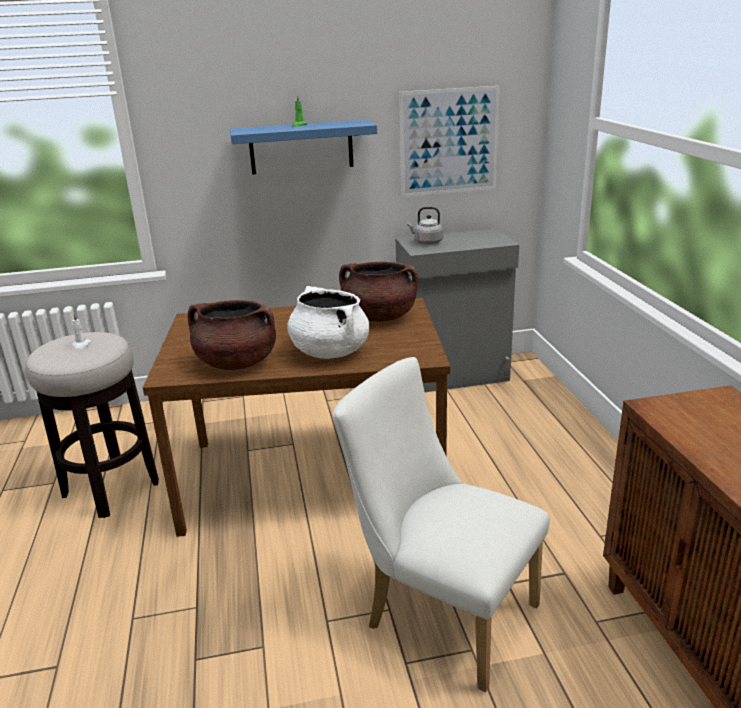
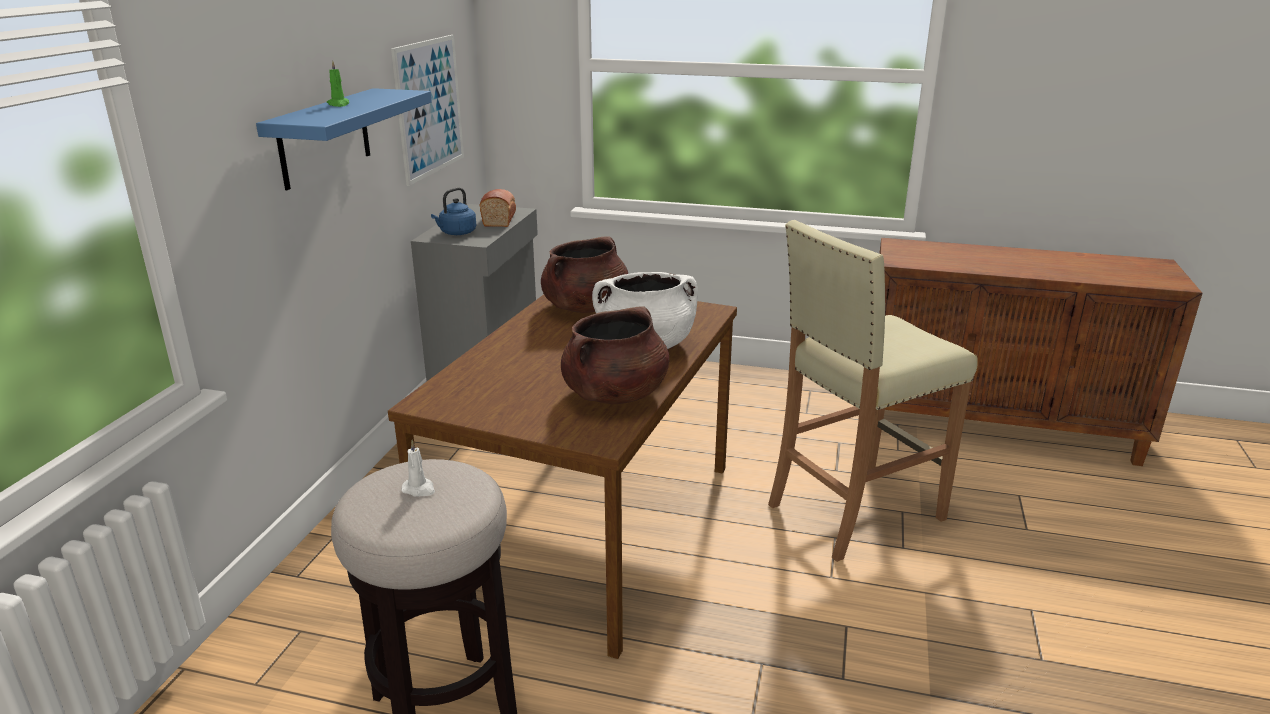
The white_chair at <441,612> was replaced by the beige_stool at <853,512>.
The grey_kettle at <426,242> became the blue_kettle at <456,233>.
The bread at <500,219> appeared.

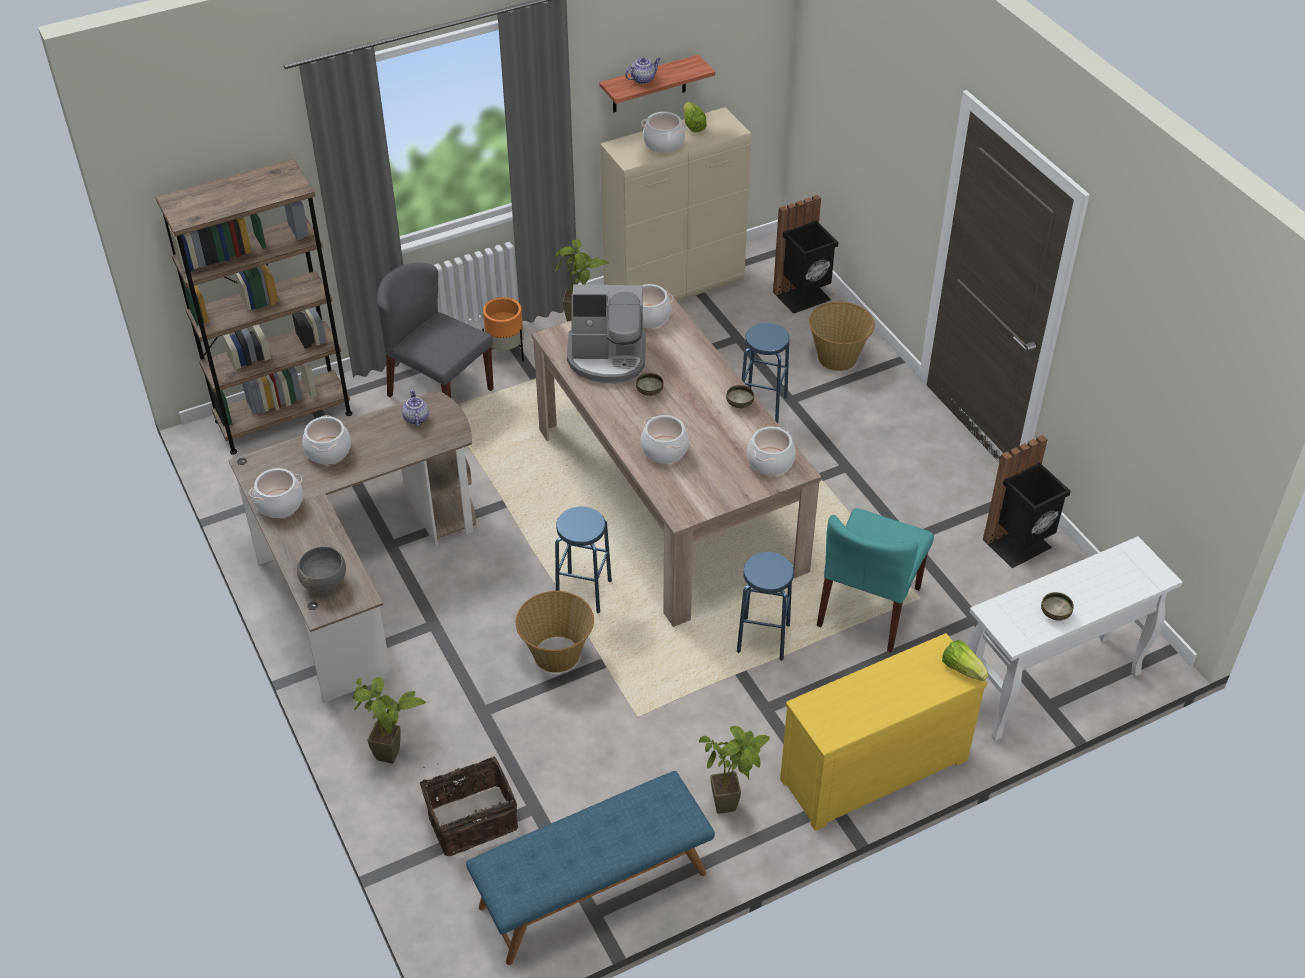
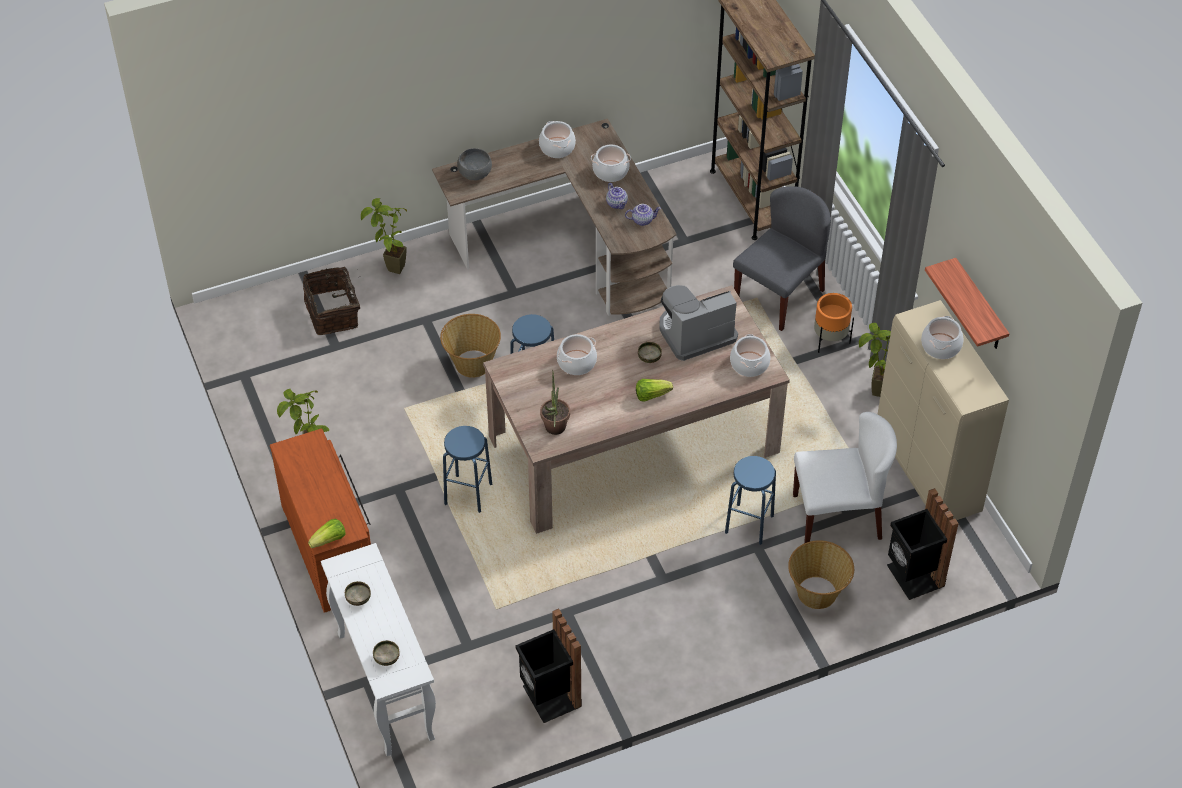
The blue_bench at <593,891> disappeared.
The coffee_machine at <607,358> turned 60 degrees clockwise.
The teapot moved from <643,79> to <617,204>.
The lettuce moved from <693,125> to <651,395>.
The bowl moved from <739,404> to <386,658>.
The cooking_pot at <770,462> was replaced by the potted_plant at <554,430>.
The yellow_dresser at <871,766> became the brown_dresser at <331,548>.
The turquoise_chair at <869,607> disappeared.
The white_chair at <837,516> appeared.

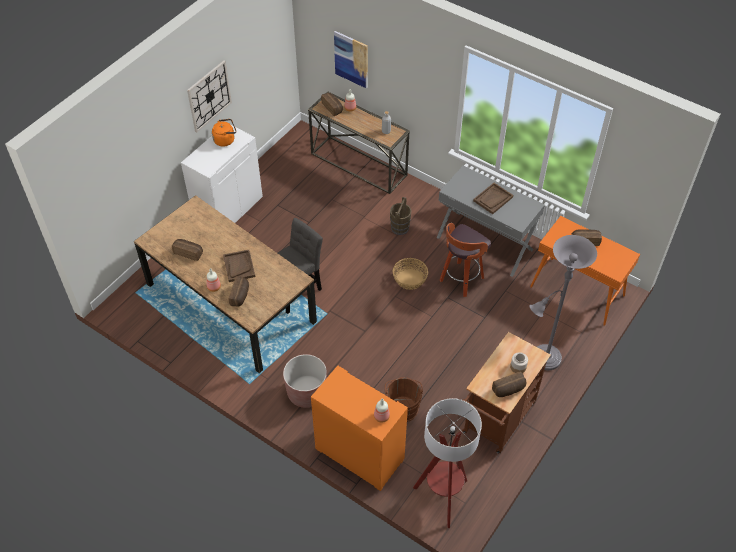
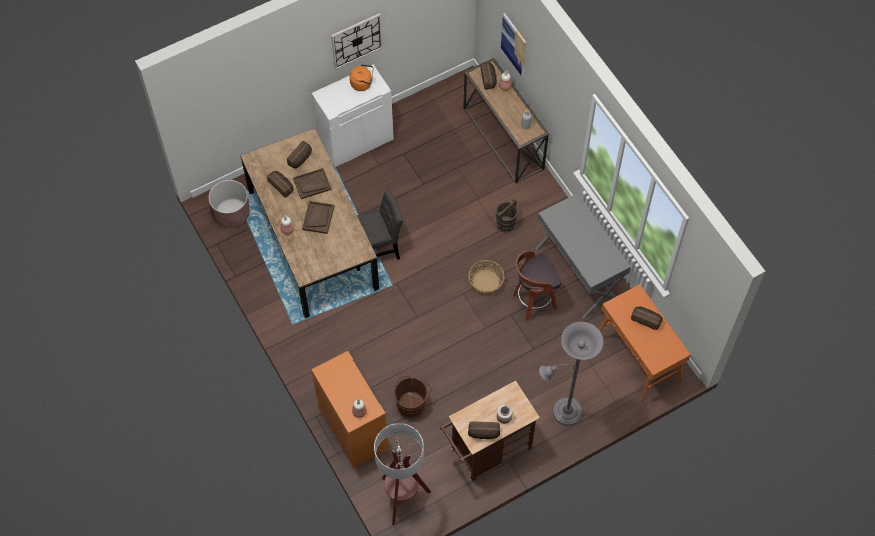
The bread moved from <240,296> to <301,159>.
The brown_planter moved from <306,393> to <232,214>.
The brown_tray moved from <493,199> to <312,184>.

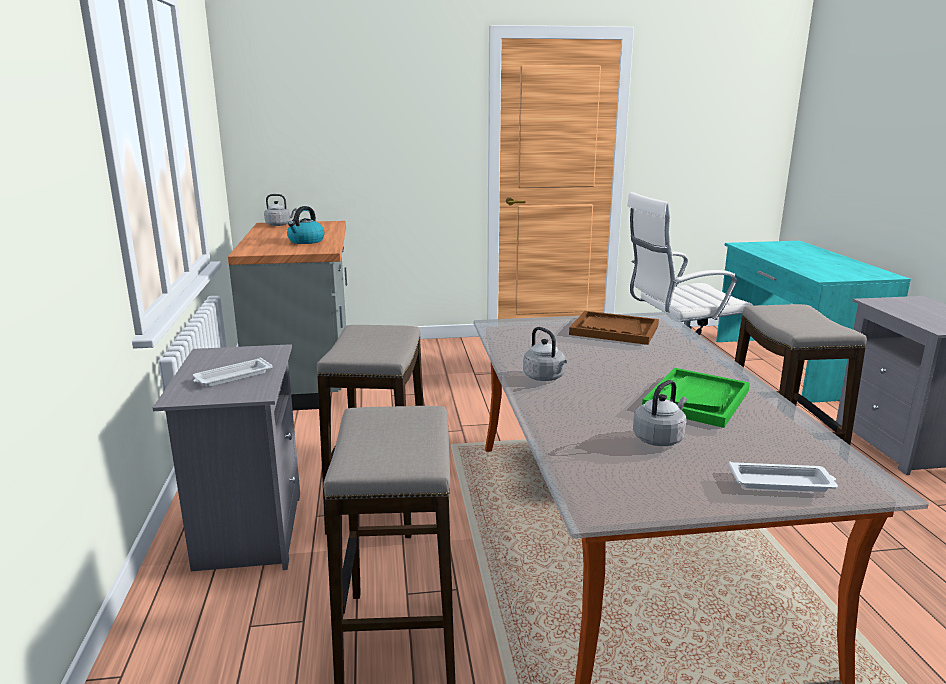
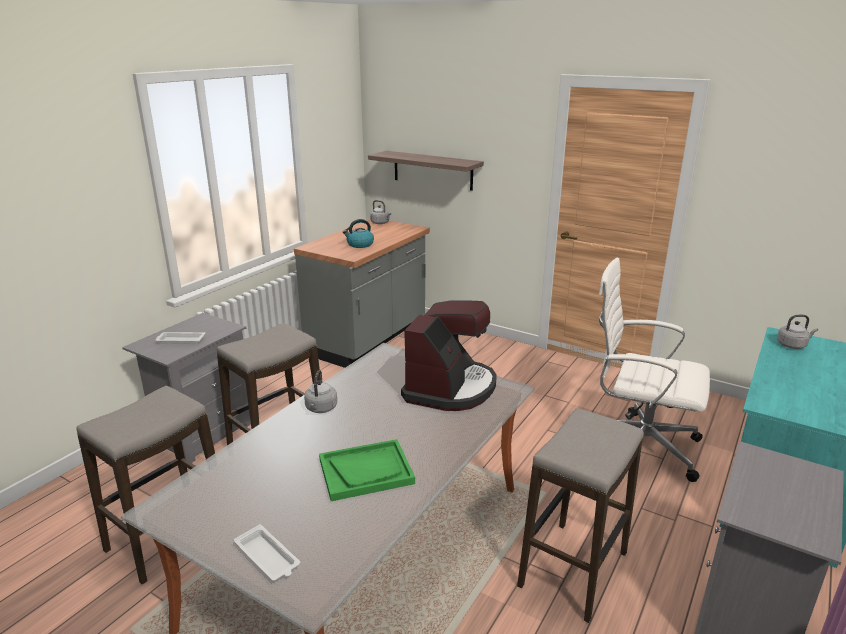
The brown_tray at <614,330> was replaced by the coffee_machine at <450,388>.
The grey_kettle moved from <659,438> to <792,345>.
The shelf at <432,170> appeared.

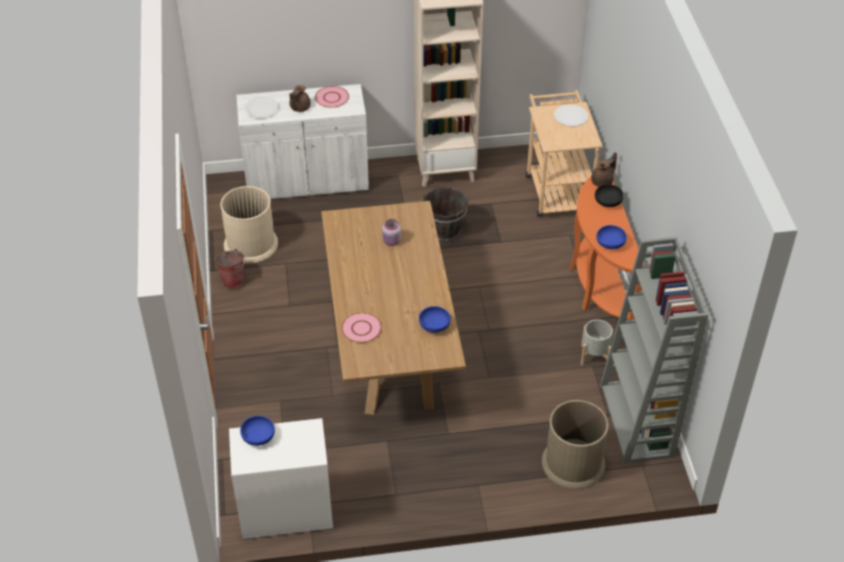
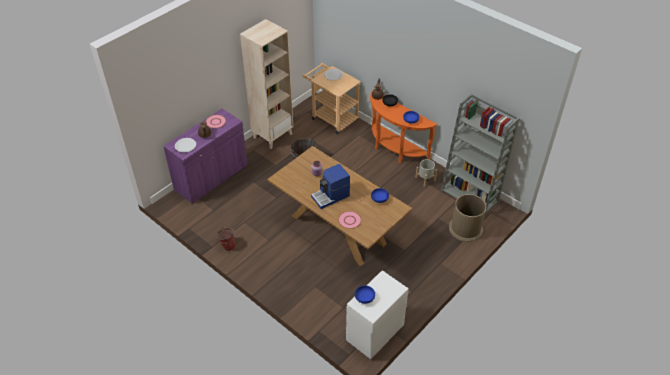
The beige_trash_can at <250,244> disappeared.
The white_cabinet at <307,181> became the purple_cabinet at <211,177>.
The coffee_machine at <331,196> appeared.

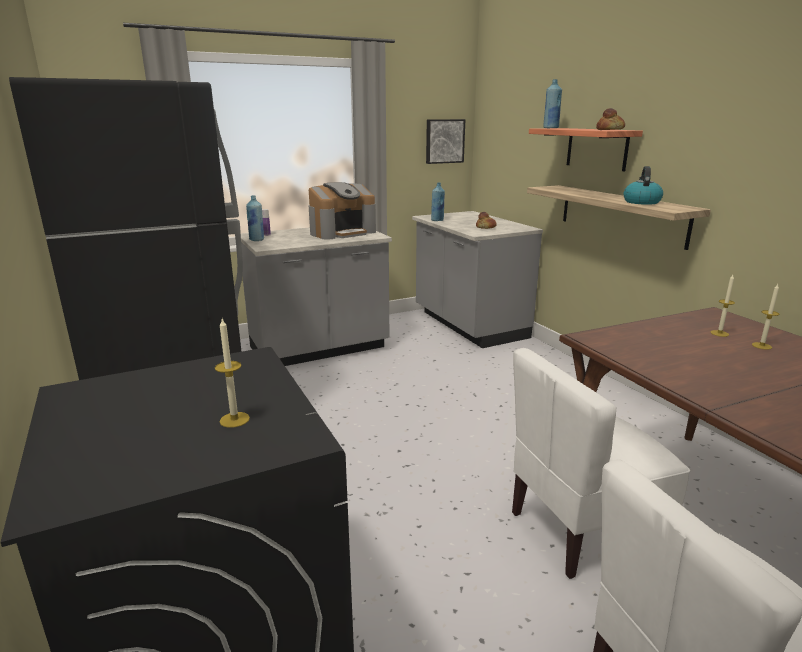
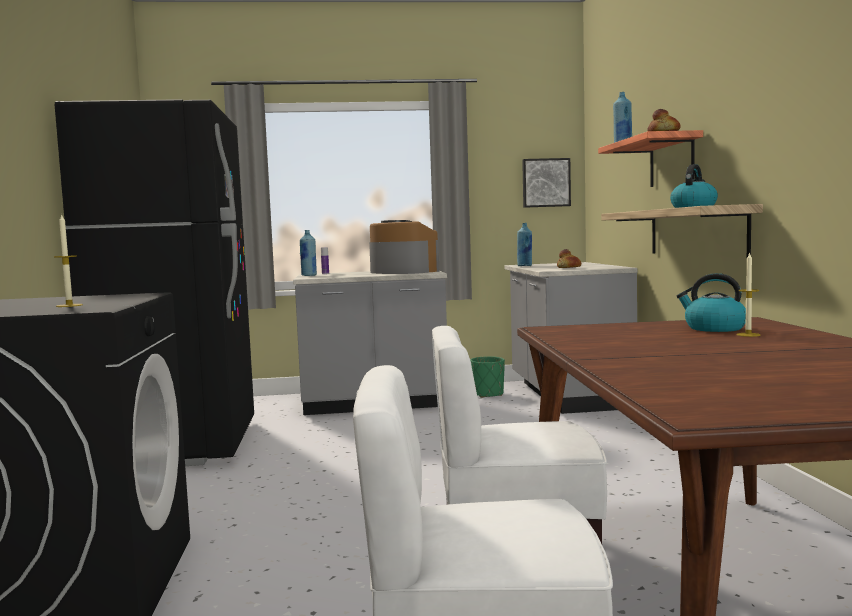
The coffee_machine at <342,232> turned 120 degrees counterclockwise.
The candle at <719,333> was replaced by the kettle at <714,328>.
The green_planter at <488,394> appeared.

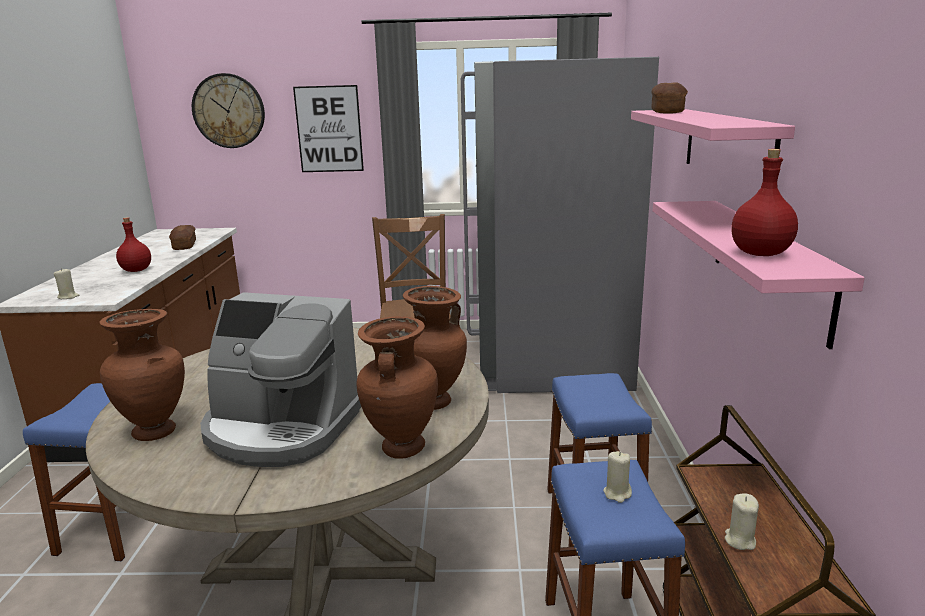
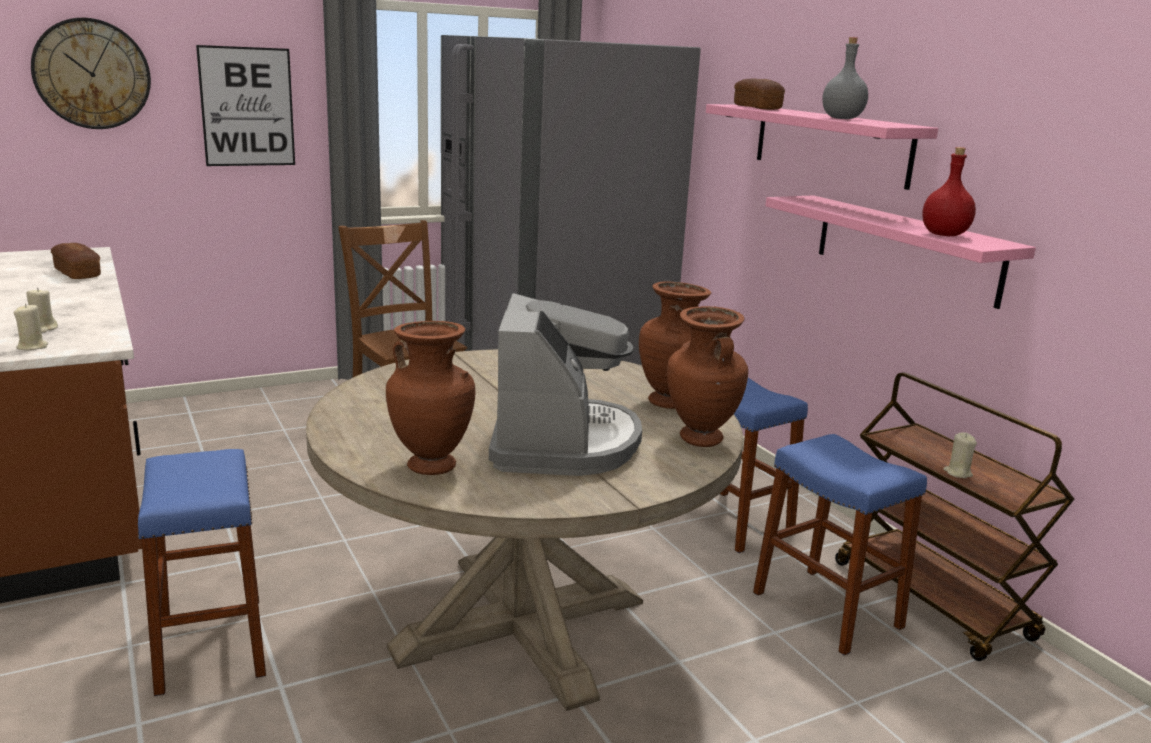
The red_bottle at <136,270> disappeared.
The coffee_machine at <281,429> turned 75 degrees counterclockwise.
The beige_candle moved from <617,493> to <43,329>.
The grey_bottle at <841,118> appeared.

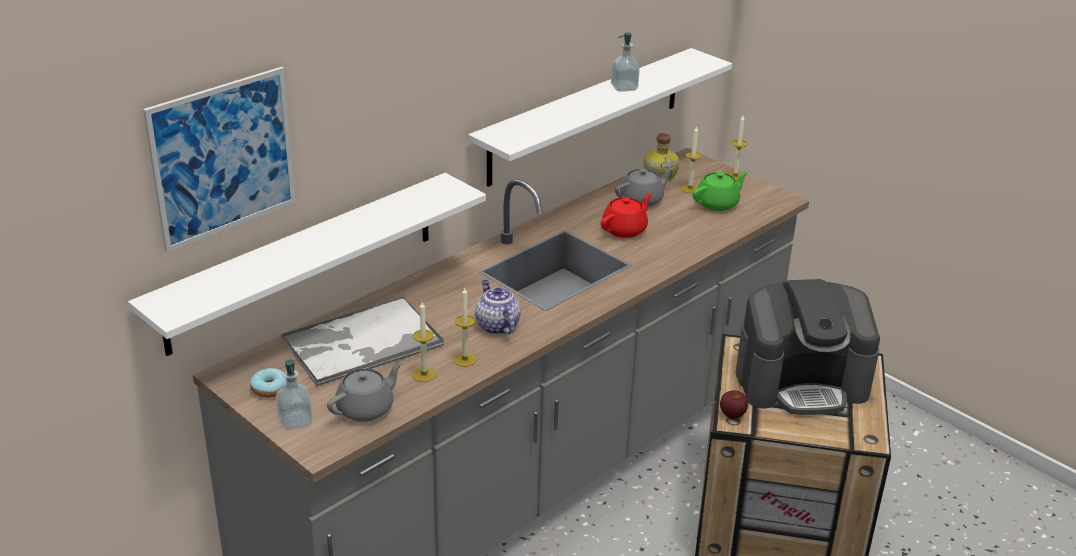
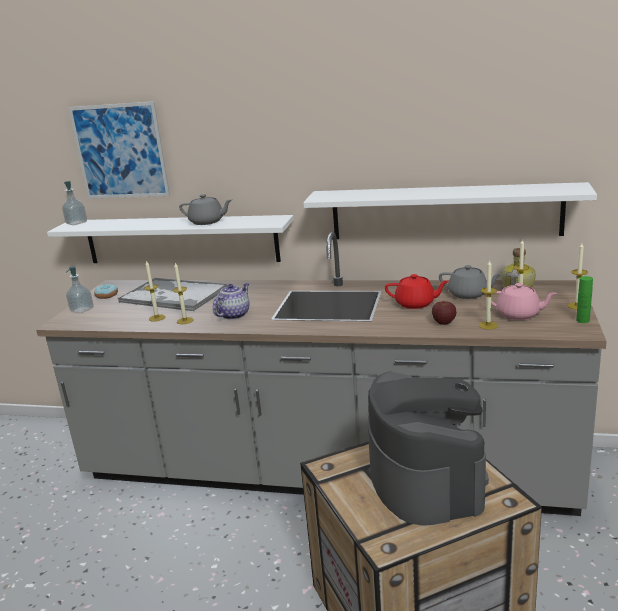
The grey_teapot moved from <366,409> to <207,222>.
The soap_dispenser moved from <624,87> to <76,223>.
The green_teapot at <718,203> became the pink_teapot at <519,315>.
The apple moved from <732,415> to <444,322>.
The coffee_machine at <801,382> turned 150 degrees counterclockwise.
The candle at <488,325> appeared.
The green_bottle at <582,320> appeared.

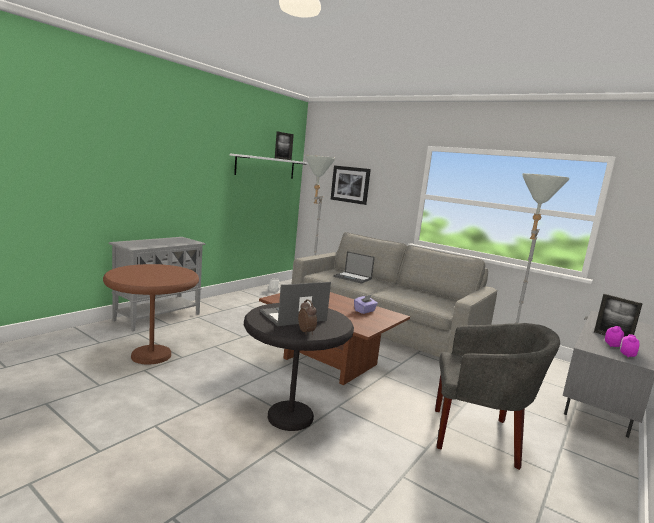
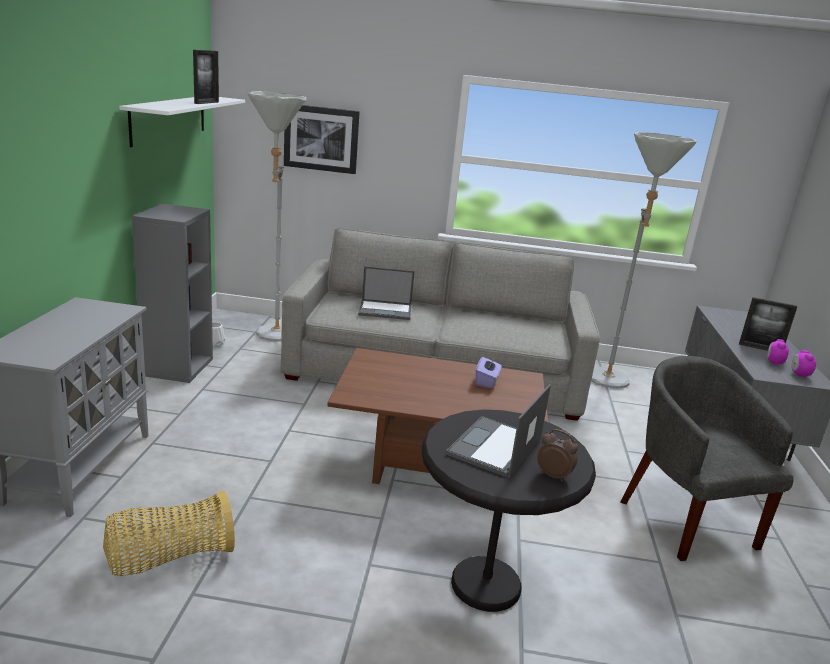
The brown_side_table at <151,355> was replaced by the basket at <169,558>.
The grey_armchair at <478,436> turned 90 degrees counterclockwise.
The grey_bookcase at <178,367> appeared.

